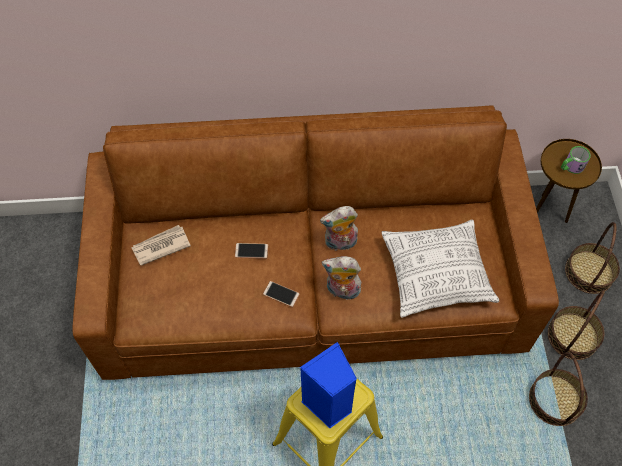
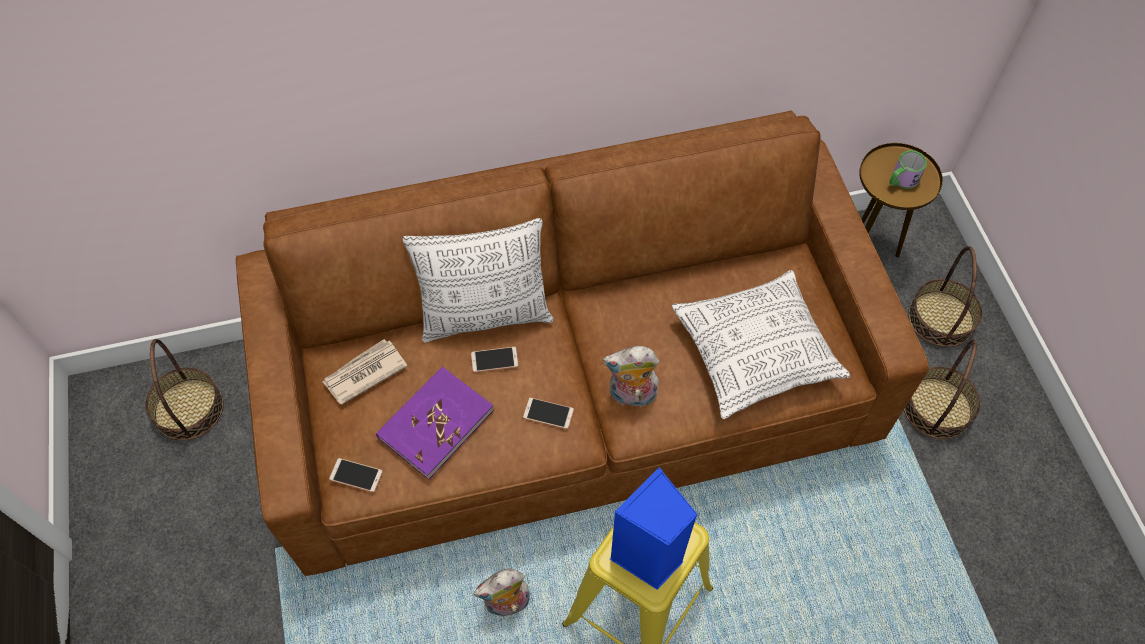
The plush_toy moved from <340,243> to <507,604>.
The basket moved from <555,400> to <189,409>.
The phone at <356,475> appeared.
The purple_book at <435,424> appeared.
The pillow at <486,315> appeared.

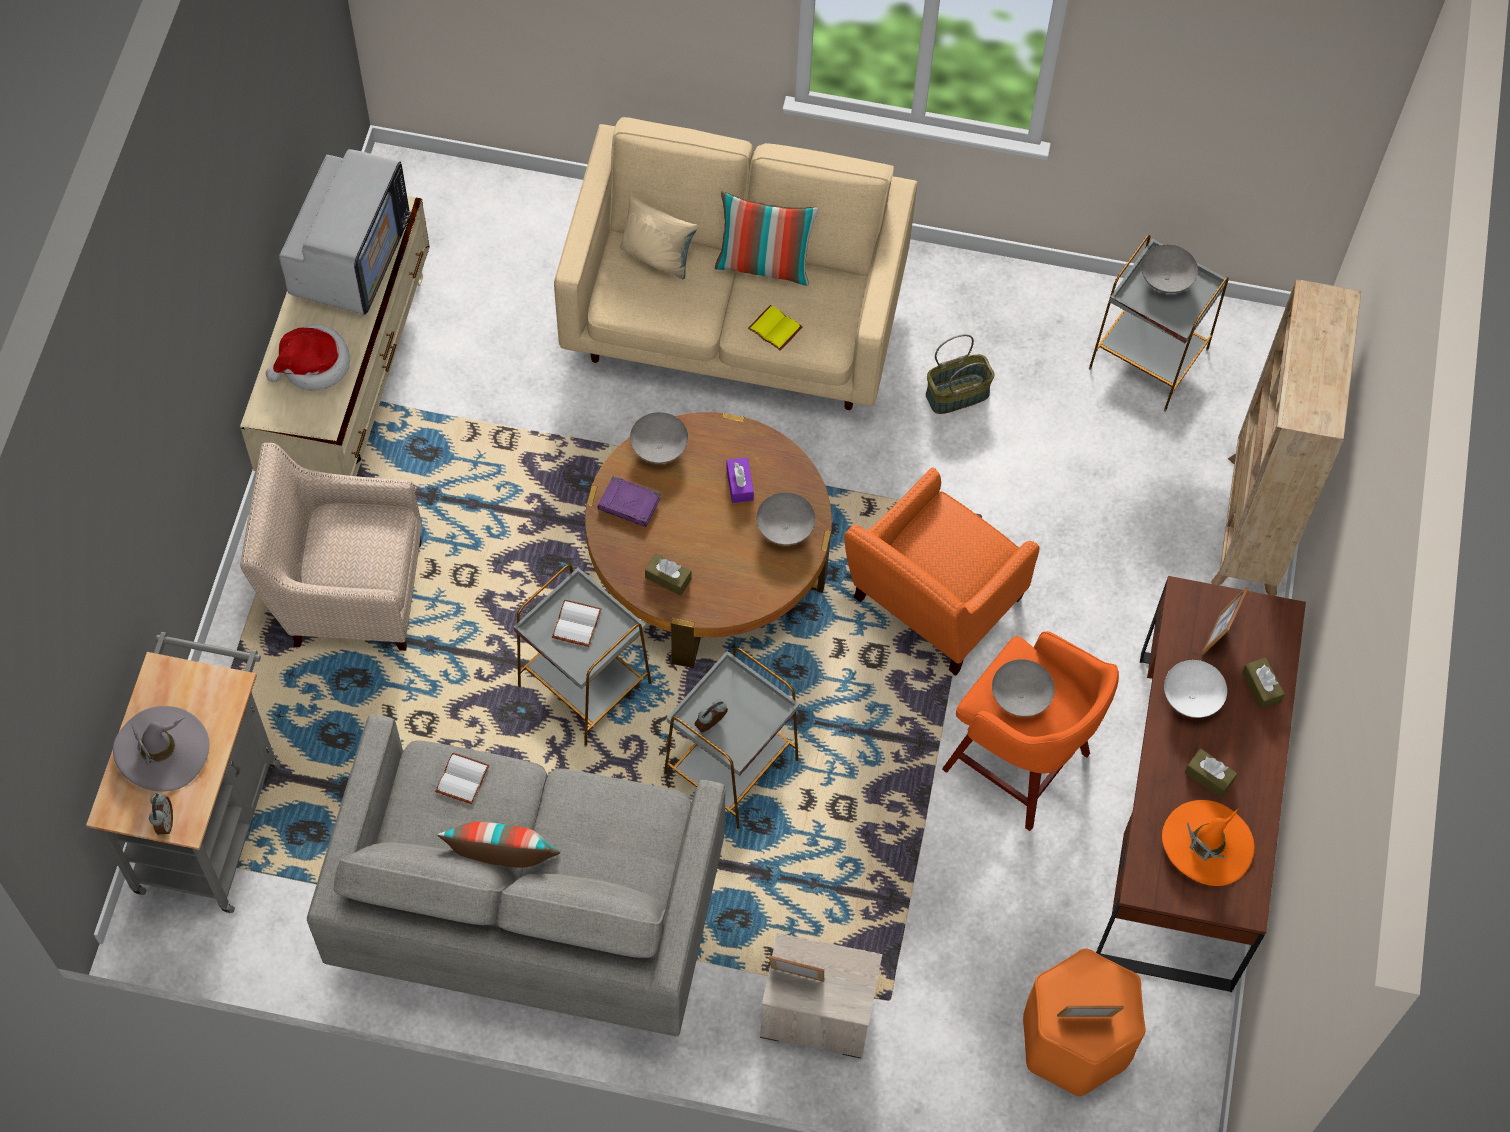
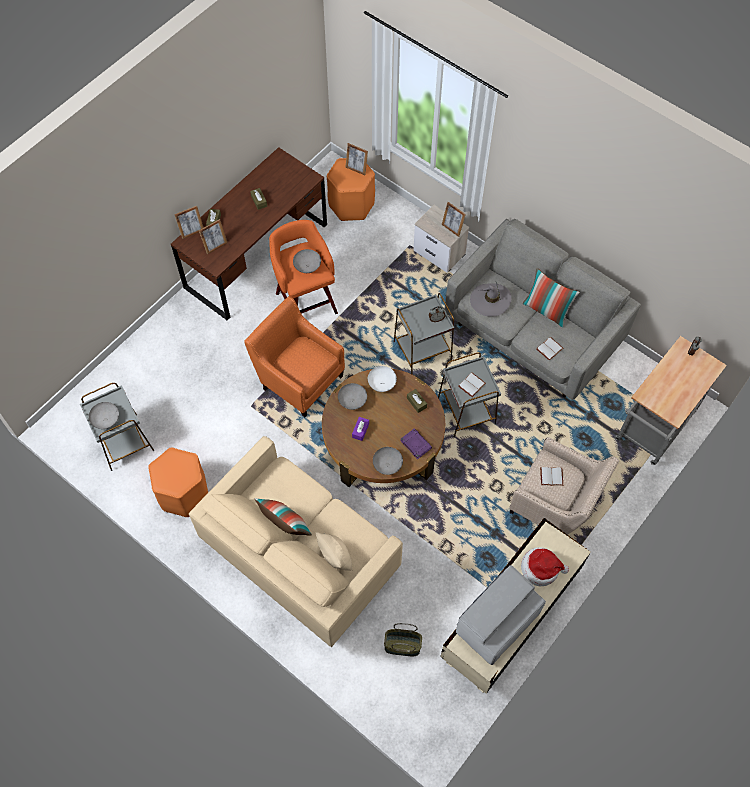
The grey_hat moved from <162,750> to <490,300>.
The yellow_book at <776,328> disappeared.
The orange_armchair at <929,606> turned 120 degrees counterclockwise.
The basket moved from <957,393> to <402,646>.
The orange_hat at <1207,844> disappeared.
The white_bowl moved from <1192,698> to <381,383>.
The beige_bookcase at <1251,526> disappeared.
The orange_stool at <183,493> appeared.
The picture_frame at <192,232> appeared.
The white_book at <551,477> appeared.

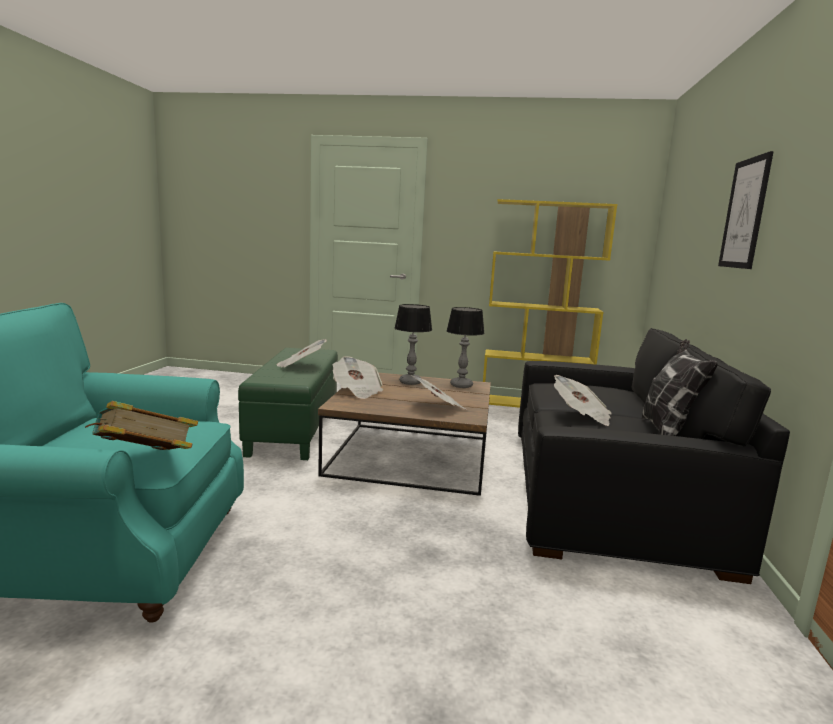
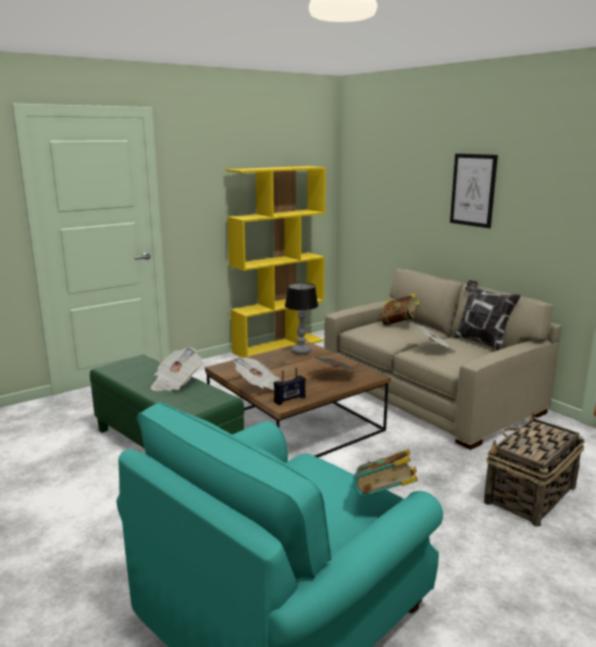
The table_lamp at <410,382> disappeared.
The black_sofa at <609,493> became the beige_sofa at <431,394>.
The radio at <290,400> appeared.
The book at <399,324> appeared.
The basket at <529,495> appeared.

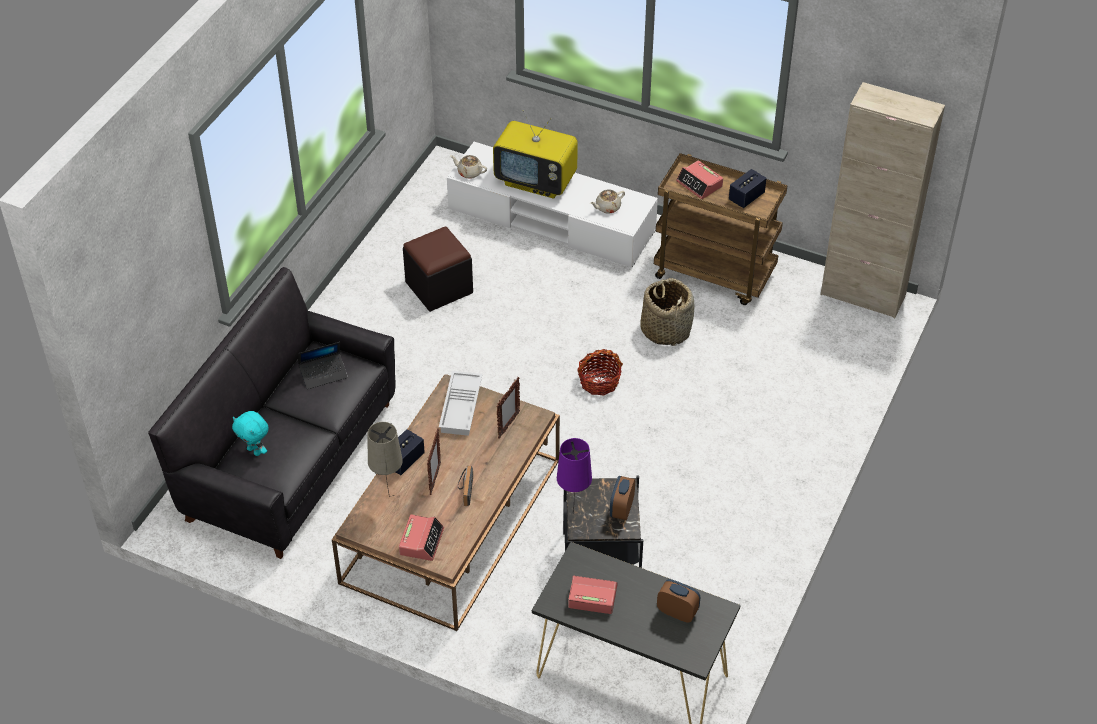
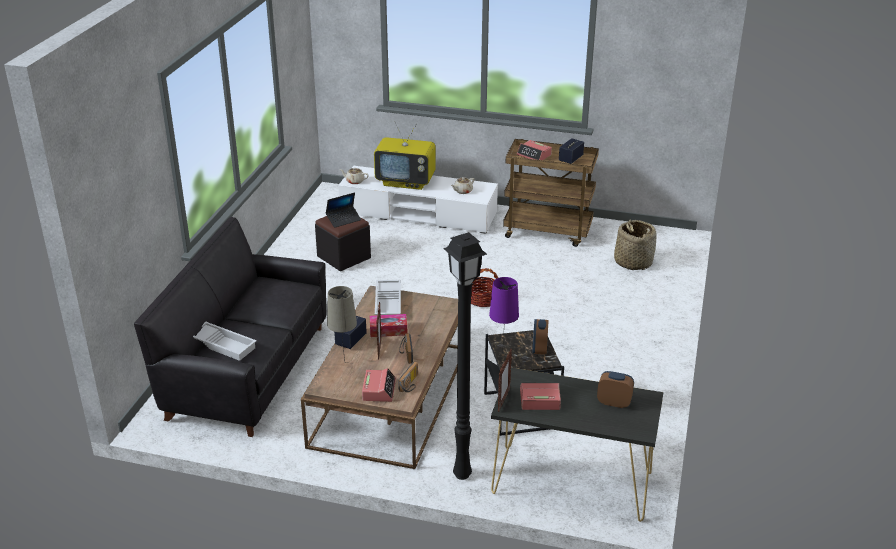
The turquoise_plush_toy at <255,451> was replaced by the white_tray at <224,344>.
The laptop moved from <323,374> to <343,219>.
The picture_frame moved from <508,425> to <503,400>.
The basket moved from <665,329> to <633,262>.
The beige_cabinet at <862,295> disappeared.
The tissue_box at <388,330> appeared.
The radio at <411,384> appeared.
The black_floor_lamp at <461,475> appeared.

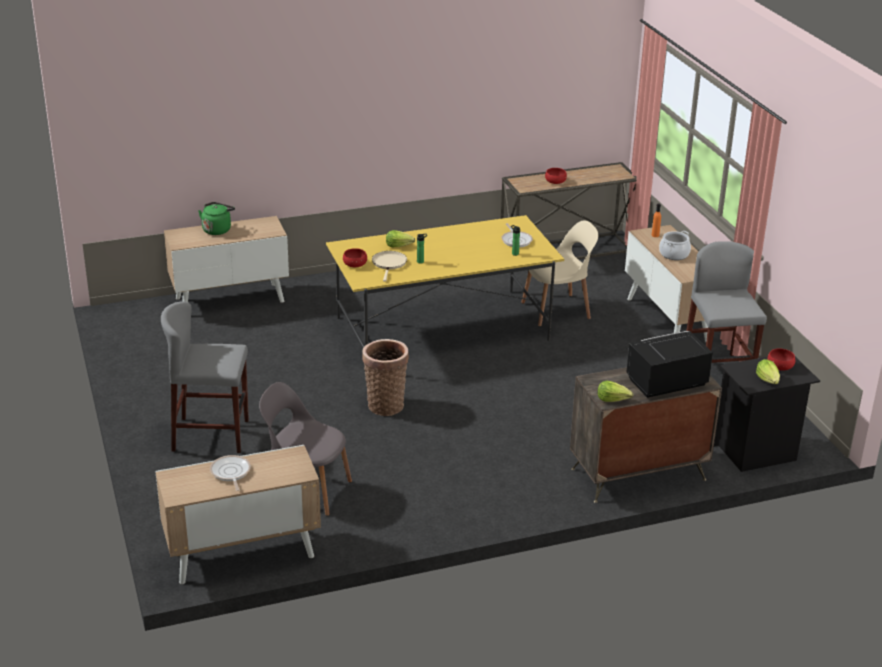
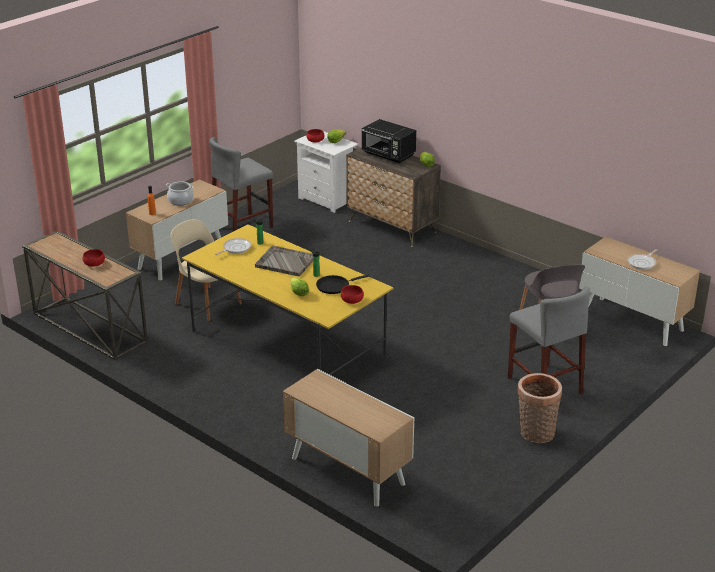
The green_kettle at <217,229> disappeared.
The basket moved from <385,404> to <535,434>.
The beige_frying_pan at <389,264> became the black_frying_pan at <335,286>.
The black_nightstand at <756,453> became the white_nightstand at <327,199>.
The grey_tray at <285,262> appeared.

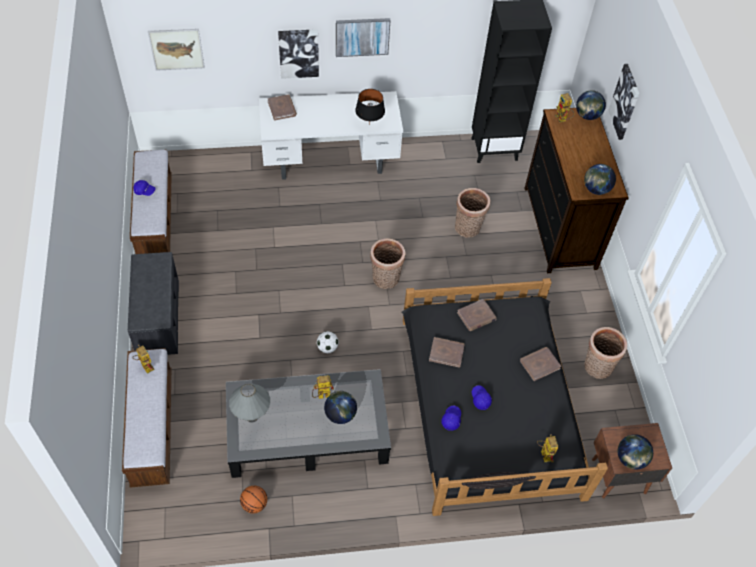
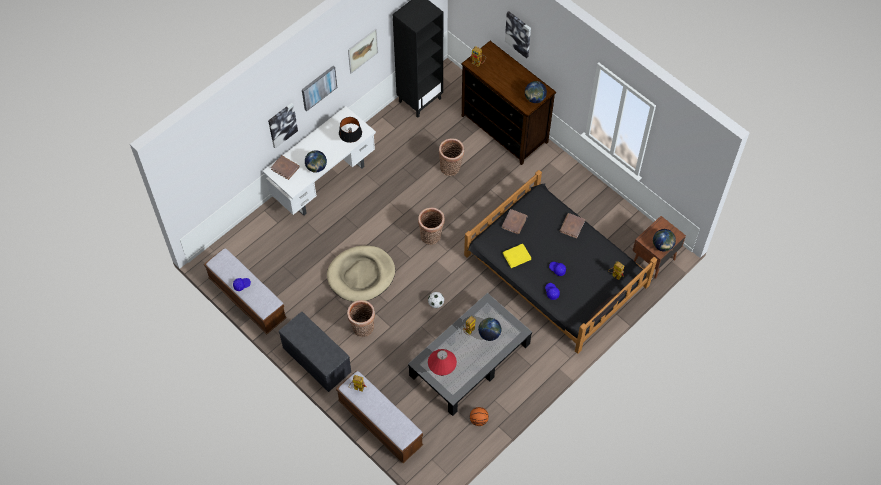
The picture moved from <176,49> to <362,50>.
The grey_table_lamp at <252,416> became the red_table_lamp at <442,371>.
The brown_book at <446,353> became the yellow_book at <516,256>.
The globe moved from <587,116> to <316,167>.
The basket moved from <596,368> to <363,329>.
The beige_dog_bed at <361,275> appeared.

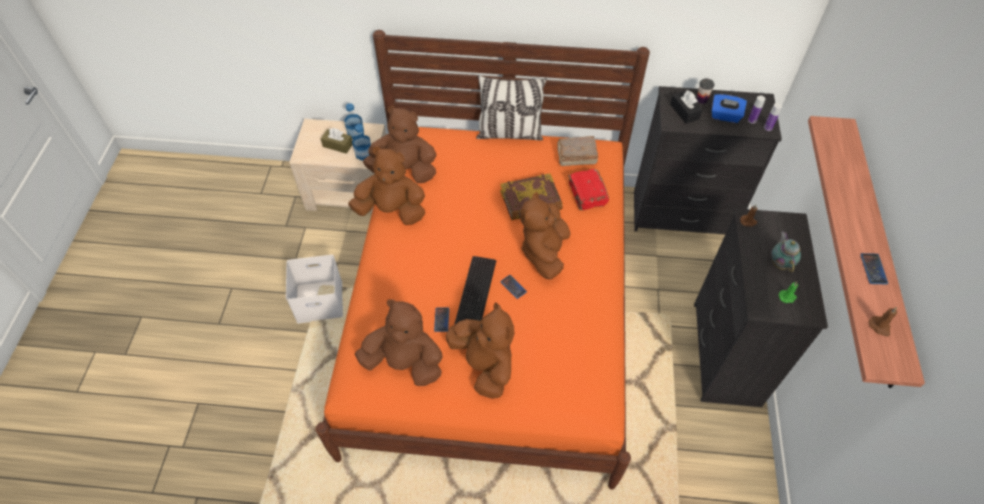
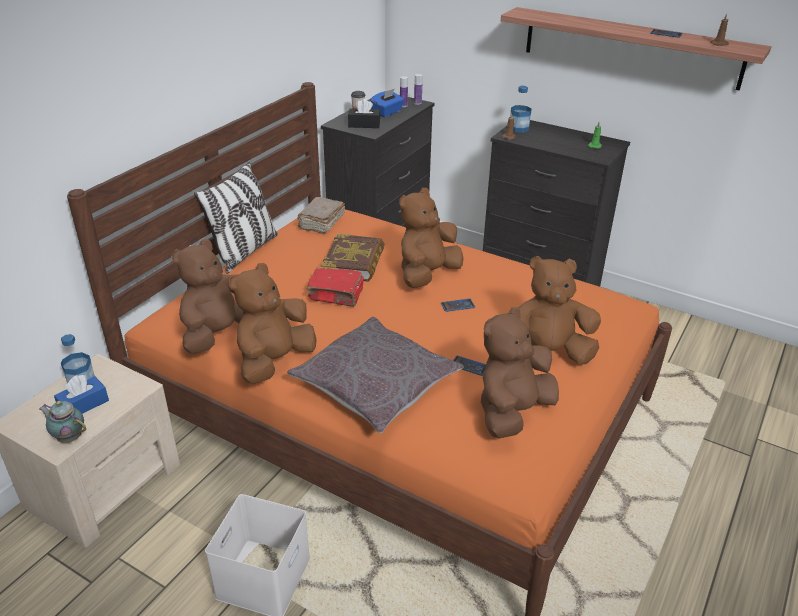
The brown_tissue_box at <337,145> became the blue_tissue_box at <84,405>.
The bottle moved from <363,153> to <519,128>.
The keyboard at <477,292> disappeared.
The brown_plush_toy at <544,252> turned 90 degrees clockwise.
The red_book moved from <587,195> to <336,295>.
The teapot moved from <780,263> to <69,437>.
The grey_pillow at <376,384> appeared.

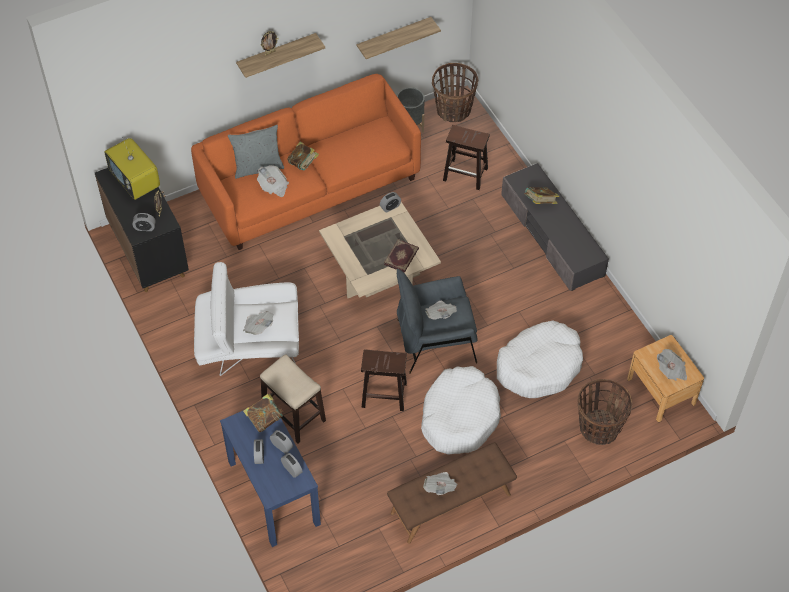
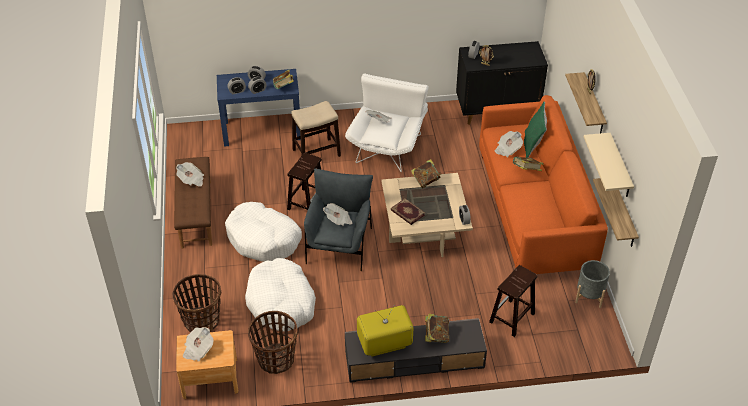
The television moved from <136,183> to <384,344>.
The grey_pillow at <258,167> became the green_pillow at <533,145>.
The basket moved from <453,110> to <275,359>.
The book at <426,181> appeared.
The beige_shelf at <620,167> appeared.

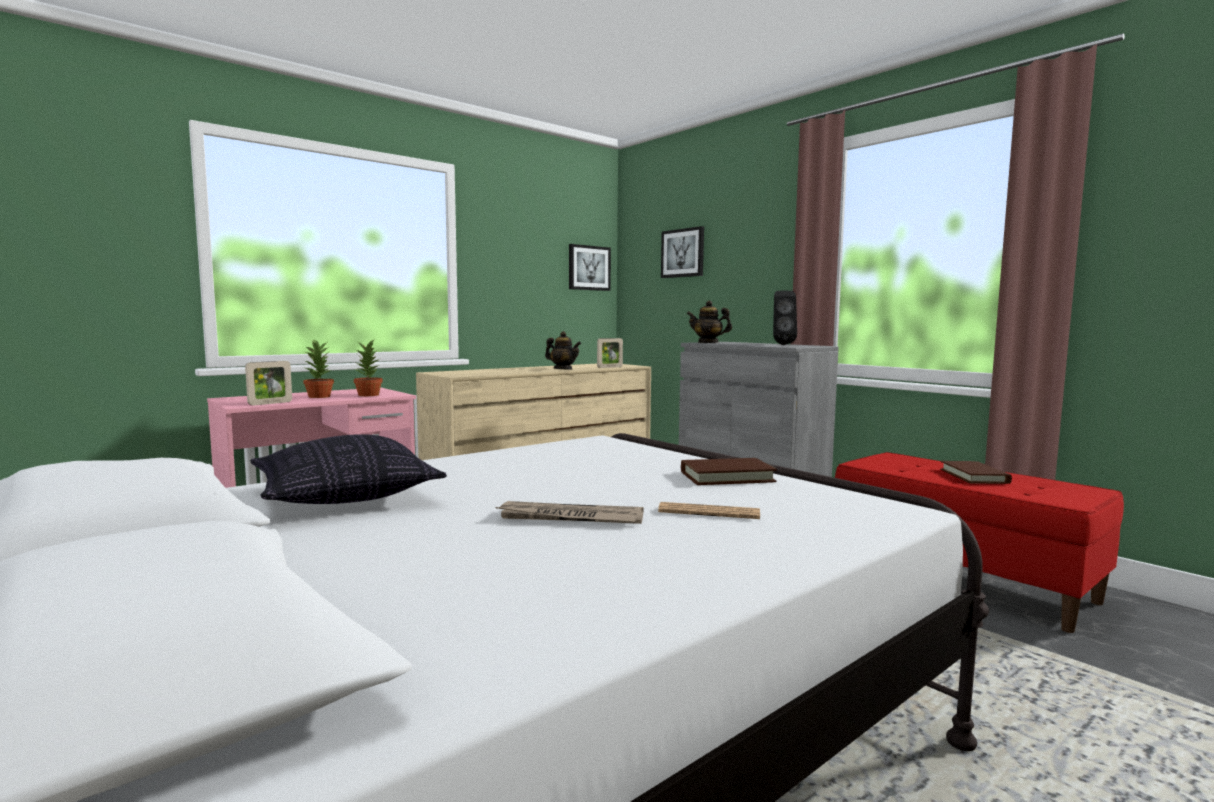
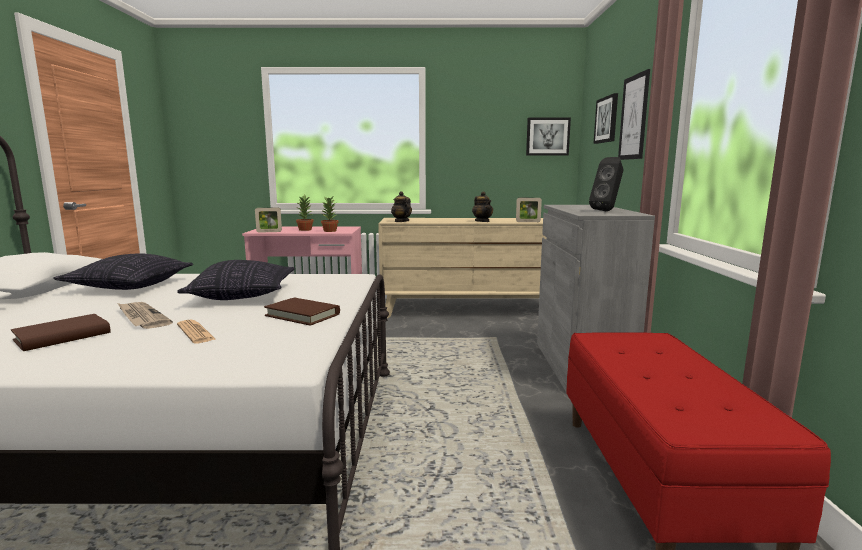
The teapot moved from <708,342> to <401,221>.
The brown_book moved from <974,476> to <63,336>.
The pillow at <243,295> appeared.
The picture at <633,117> appeared.

